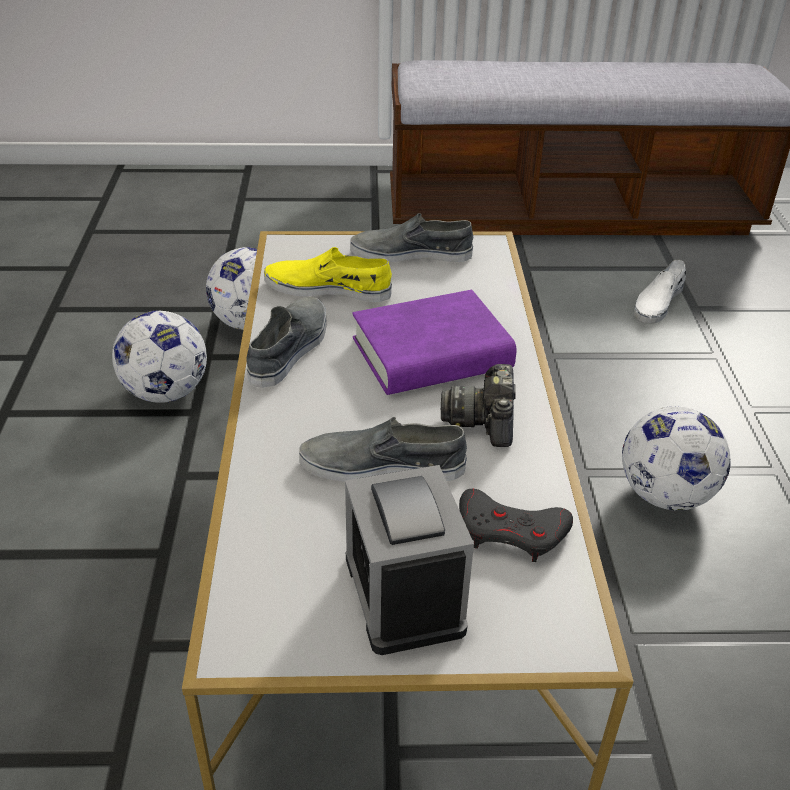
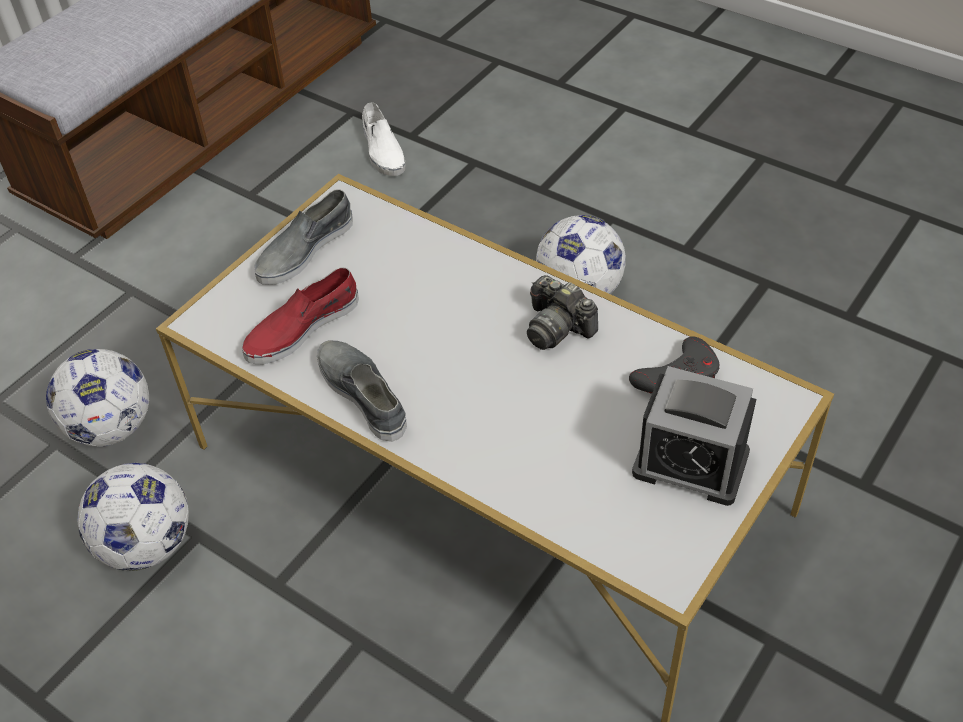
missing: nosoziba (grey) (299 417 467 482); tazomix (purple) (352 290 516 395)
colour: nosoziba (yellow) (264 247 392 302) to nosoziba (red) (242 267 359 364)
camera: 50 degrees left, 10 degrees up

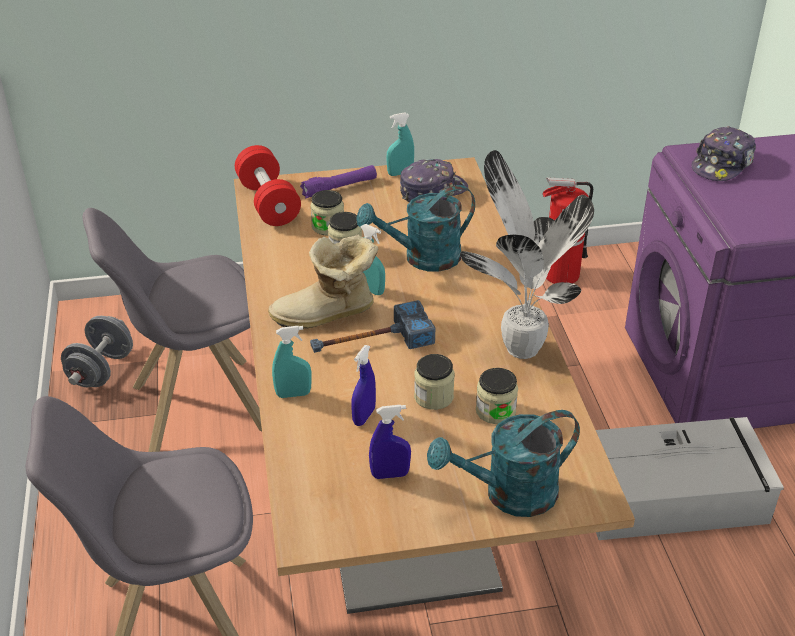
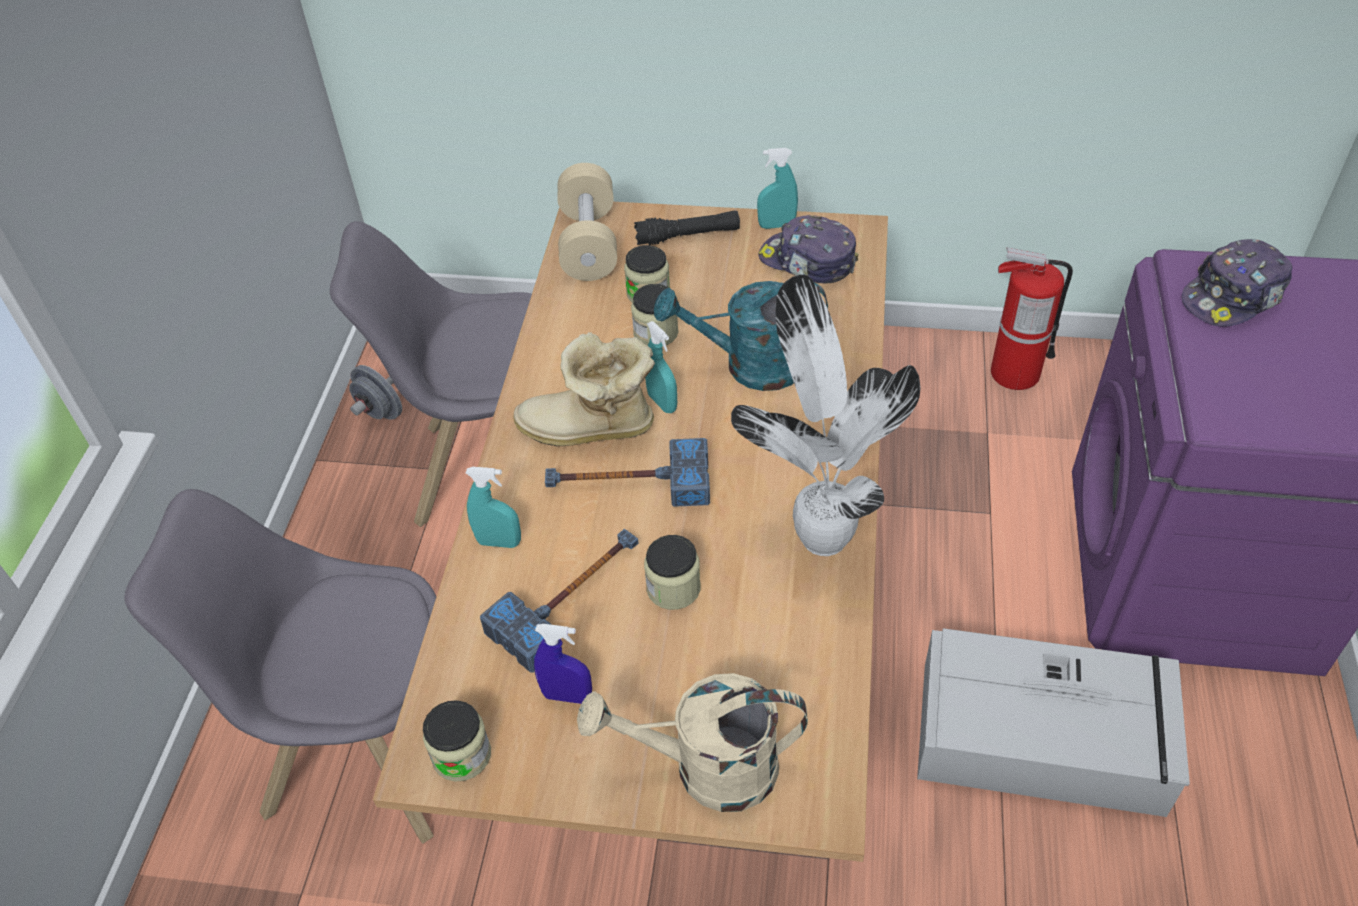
relocated: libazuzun (476 368 518 424) to (423 700 491 782)
exchanged: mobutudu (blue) (351 345 376 426) to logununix (480 529 638 673)
colour: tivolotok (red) (235 145 301 226) to tivolotok (beige) (557 163 617 281); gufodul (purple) (300 165 377 199) to gufodul (black) (634 211 740 245); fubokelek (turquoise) (427 410 580 517) to fubokelek (beige) (577 673 808 812)
spun: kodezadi (400 159 468 202) = (758 215 859 283) 135 degrees counterclockwise
camera: 20 degrees right, 10 degrees up

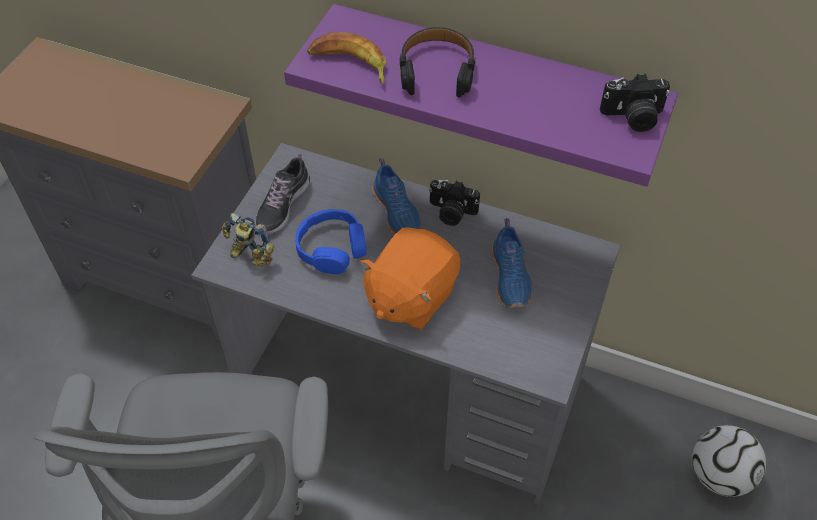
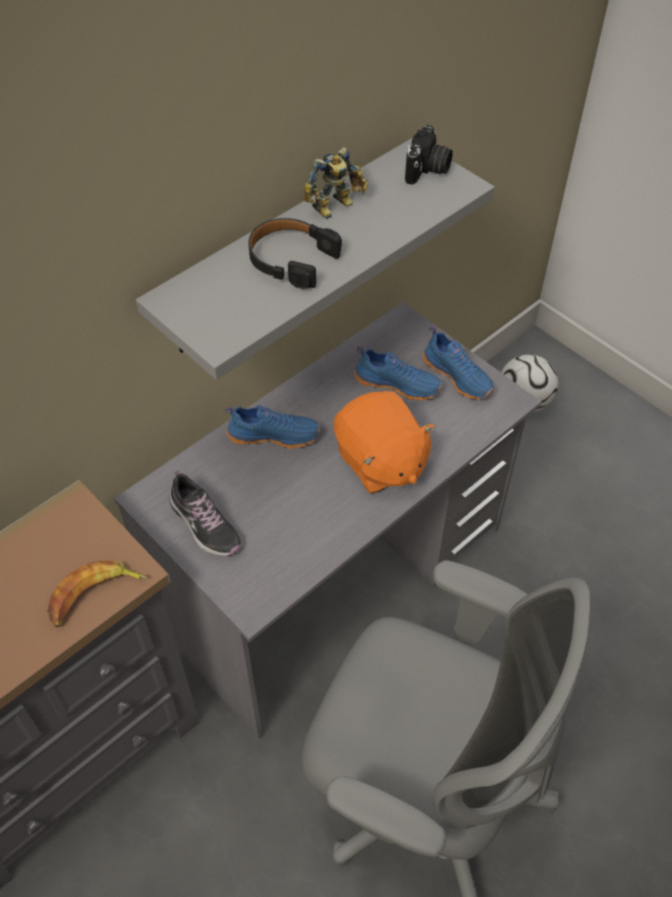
missing: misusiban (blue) (295 209 367 274); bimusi (429 180 480 226)
appeared: nosoziba (blue) (423 326 494 400)
relocated: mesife (222 213 274 267) to (303 147 368 219); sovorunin (307 32 386 85) to (47 561 148 627)
colour: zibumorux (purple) (284 4 678 187) to zibumorux (grey) (136 138 495 380)
camera: 65 degrees left, 0 degrees up

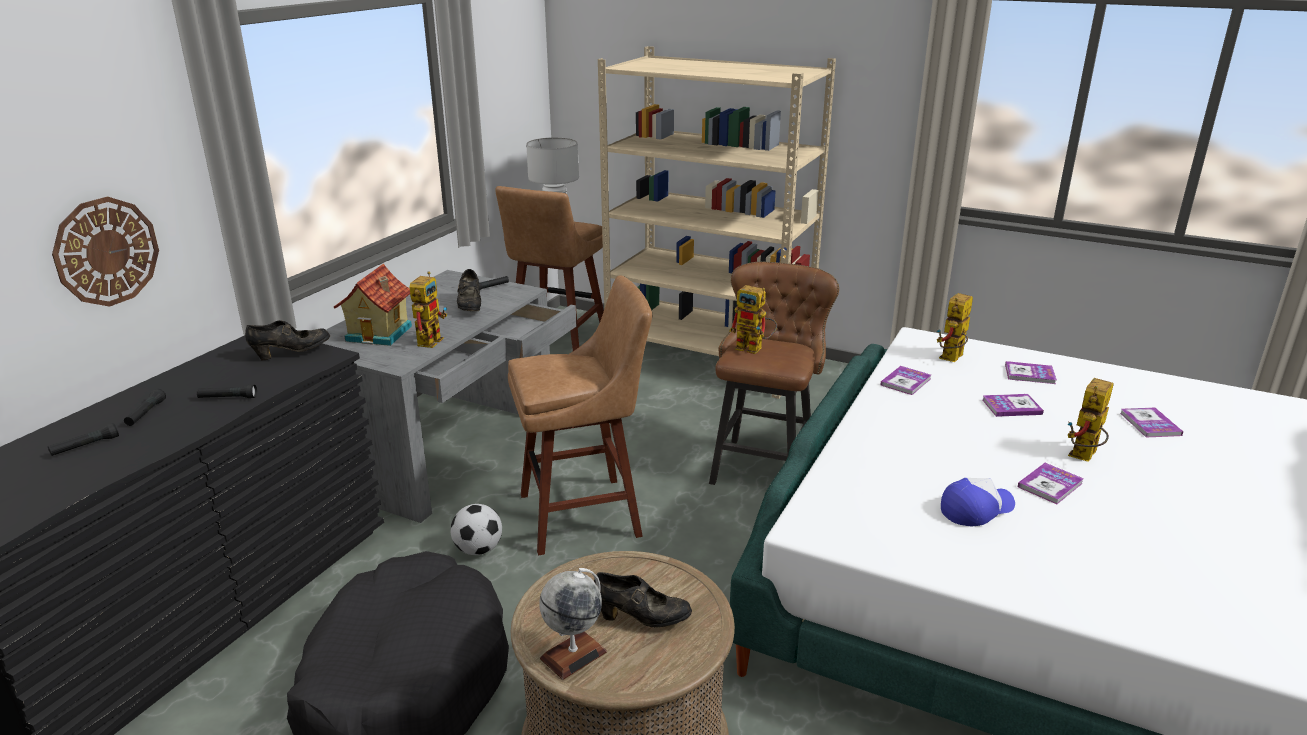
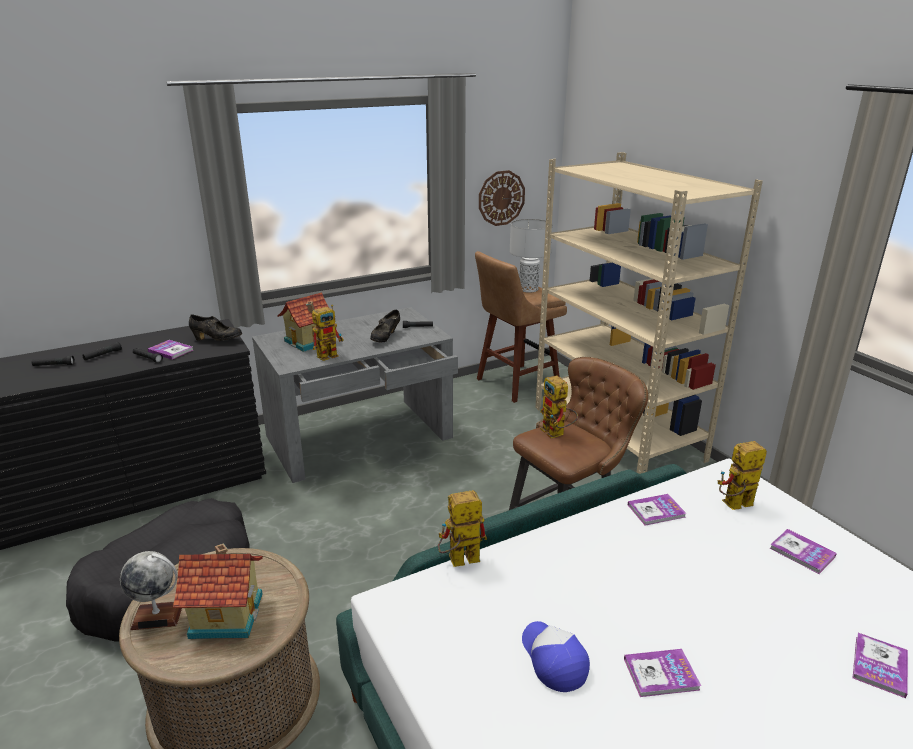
missing: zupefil (451 504 502 555); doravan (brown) (508 275 652 555)
relocated: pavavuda (52 197 159 307) to (479 170 525 226); tazomix (983 394 1044 417) to (148 340 193 360); mesife (1068 378 1113 462) to (438 490 487 567)
exchanged: nosoziba (black) (594 572 692 627) to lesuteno (173 543 263 639)
spun: kodezadi (941 478 1015 526) = (522 621 590 692) 120 degrees counterclockwise
camera: 35 degrees right, 0 degrees up

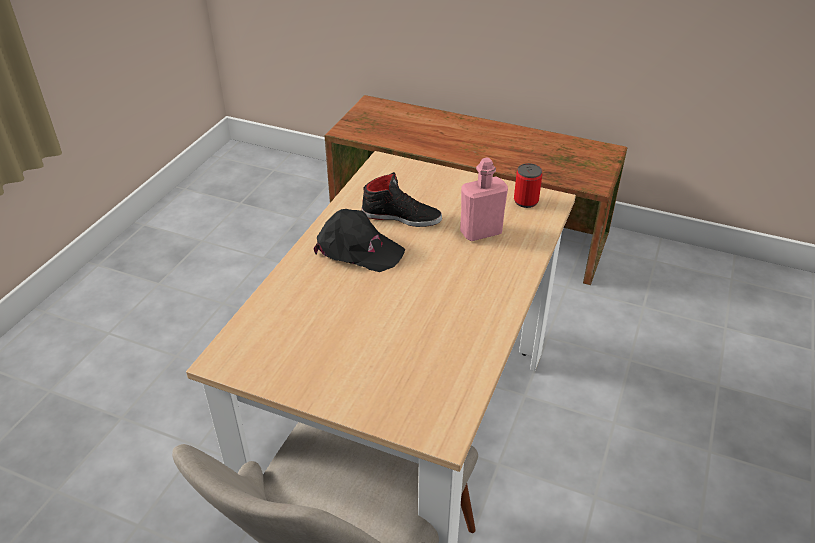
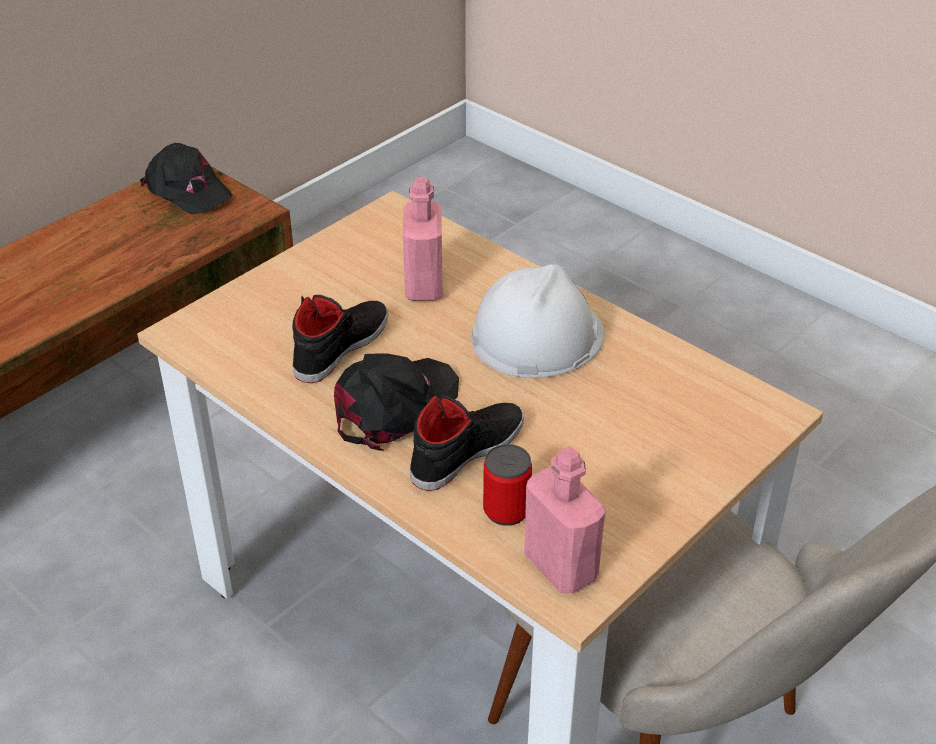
appeared: kodezadi (black) (140 143 233 215); nosoziba (black) (410 394 524 491); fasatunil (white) (472 264 605 378); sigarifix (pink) (524 446 606 593)
relocated: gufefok (514 163 542 208) to (483 444 532 526)
camera: 70 degrees left, 0 degrees up

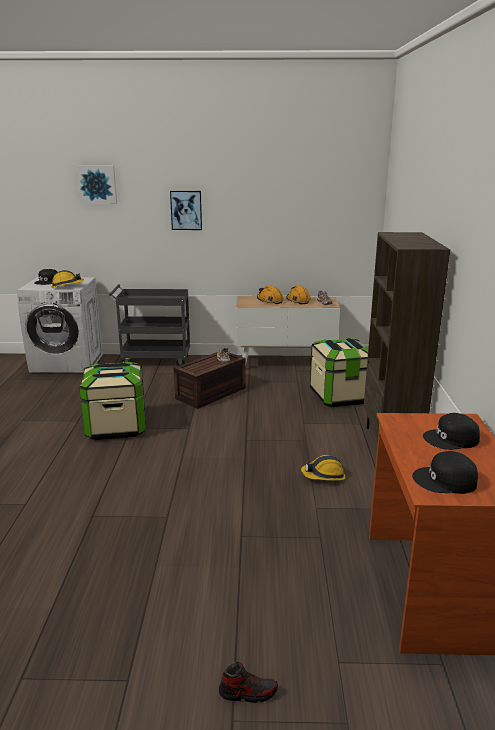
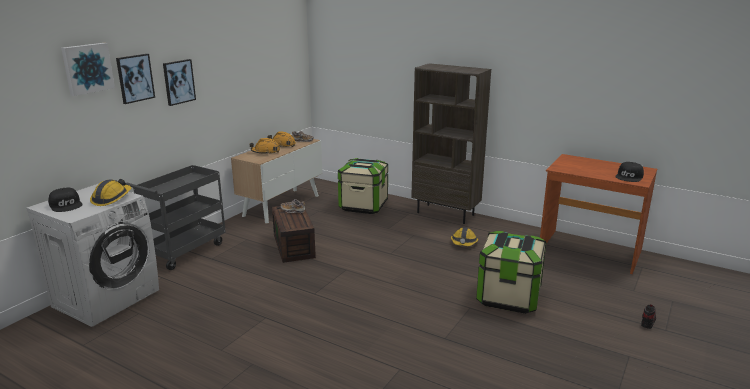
missing: kodezadi (black) (423 413 480 450)
appeared: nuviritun (116 54 155 104)
relocated: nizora (79 362 145 440) to (476 231 546 314)
camera: 60 degrees left, 0 degrees up

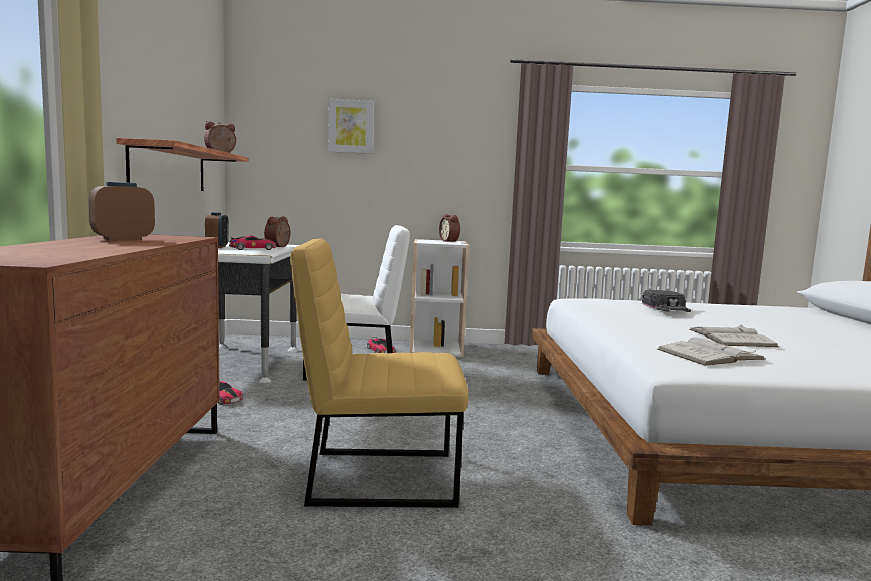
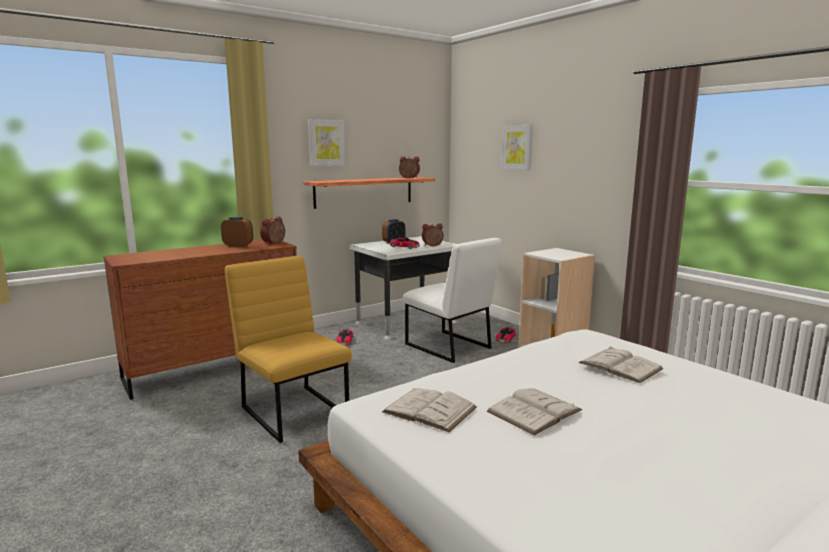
appeared: nuviritun (308 119 345 166)
relocated: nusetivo (439 214 460 242) to (260 216 285 245)
exchanged: kodezadi (black) (642 290 691 312) to tazomix (white) (578 347 664 383)
camera: 55 degrees right, 5 degrees up

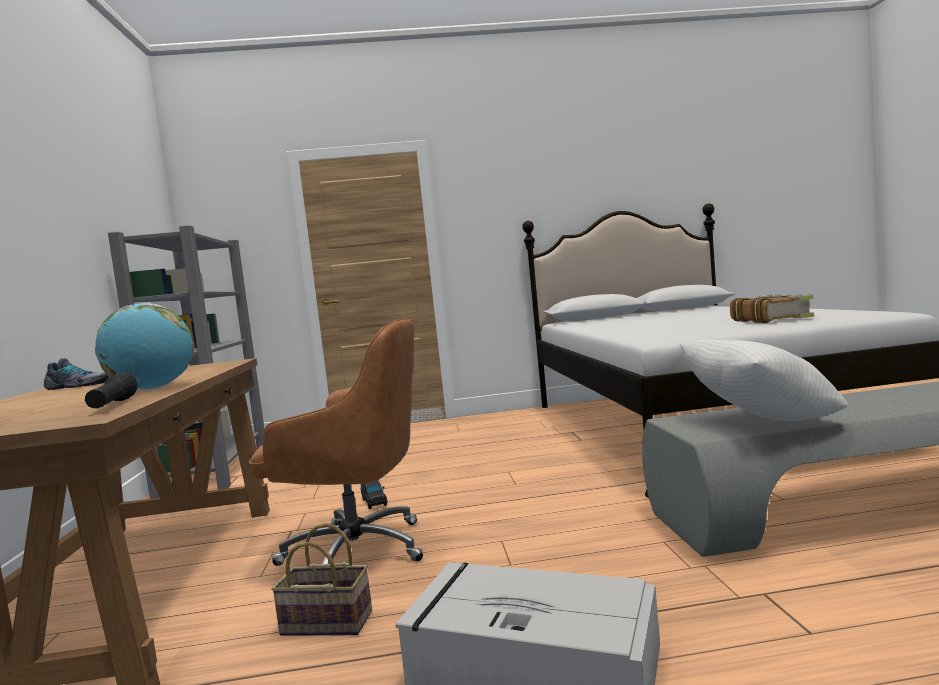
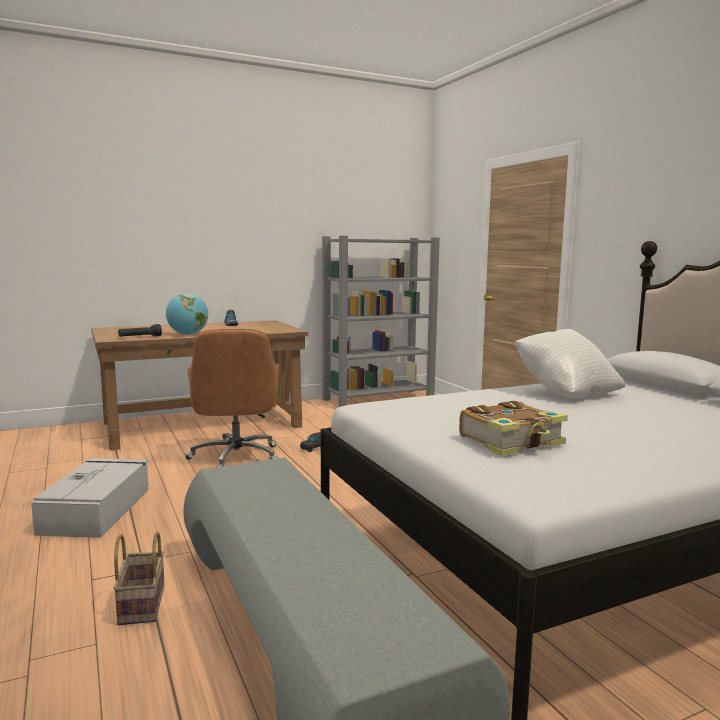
relocated: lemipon (271 523 372 636) to (113 531 165 625); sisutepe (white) (680 340 848 421) to (515 329 625 398)
camera: 70 degrees right, 5 degrees up

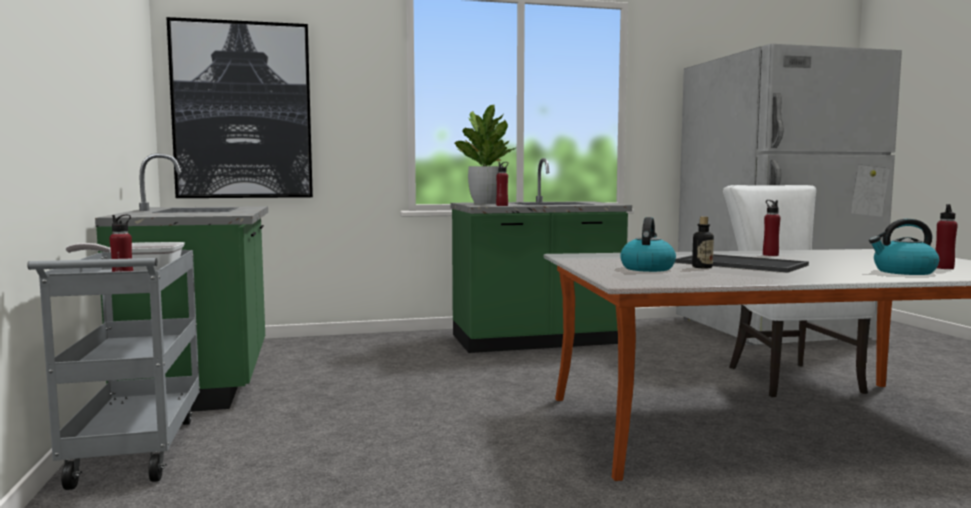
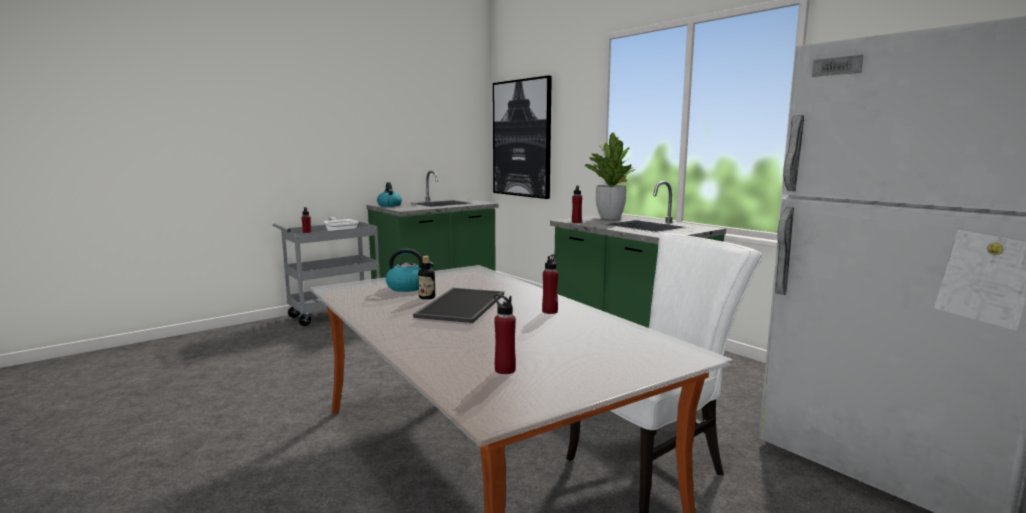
relocated: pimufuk (869 219 939 275) to (377 182 402 207)
camera: 65 degrees right, 5 degrees up

